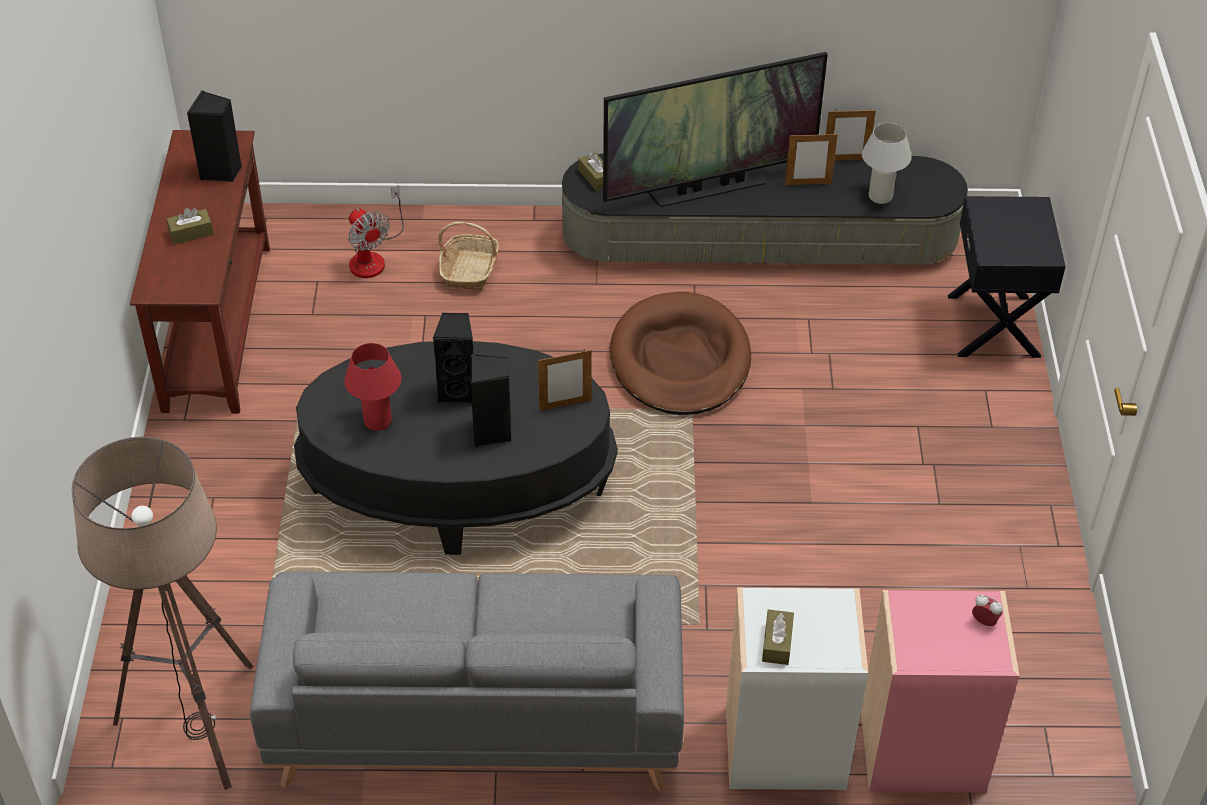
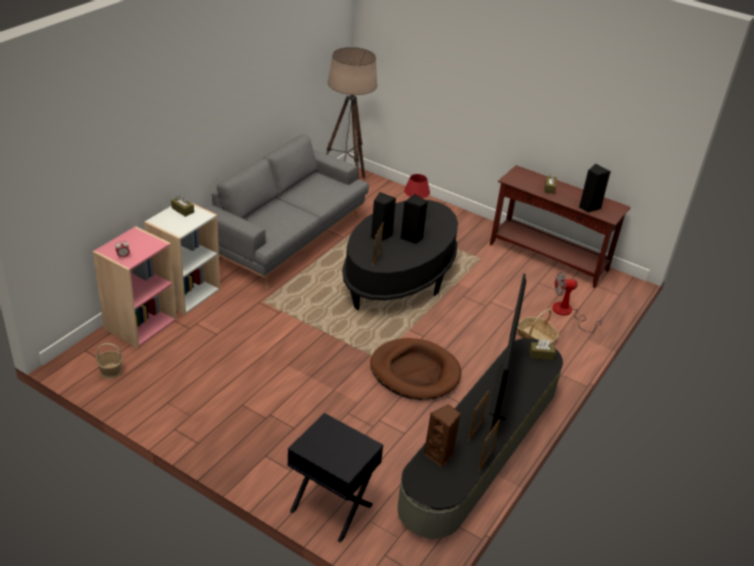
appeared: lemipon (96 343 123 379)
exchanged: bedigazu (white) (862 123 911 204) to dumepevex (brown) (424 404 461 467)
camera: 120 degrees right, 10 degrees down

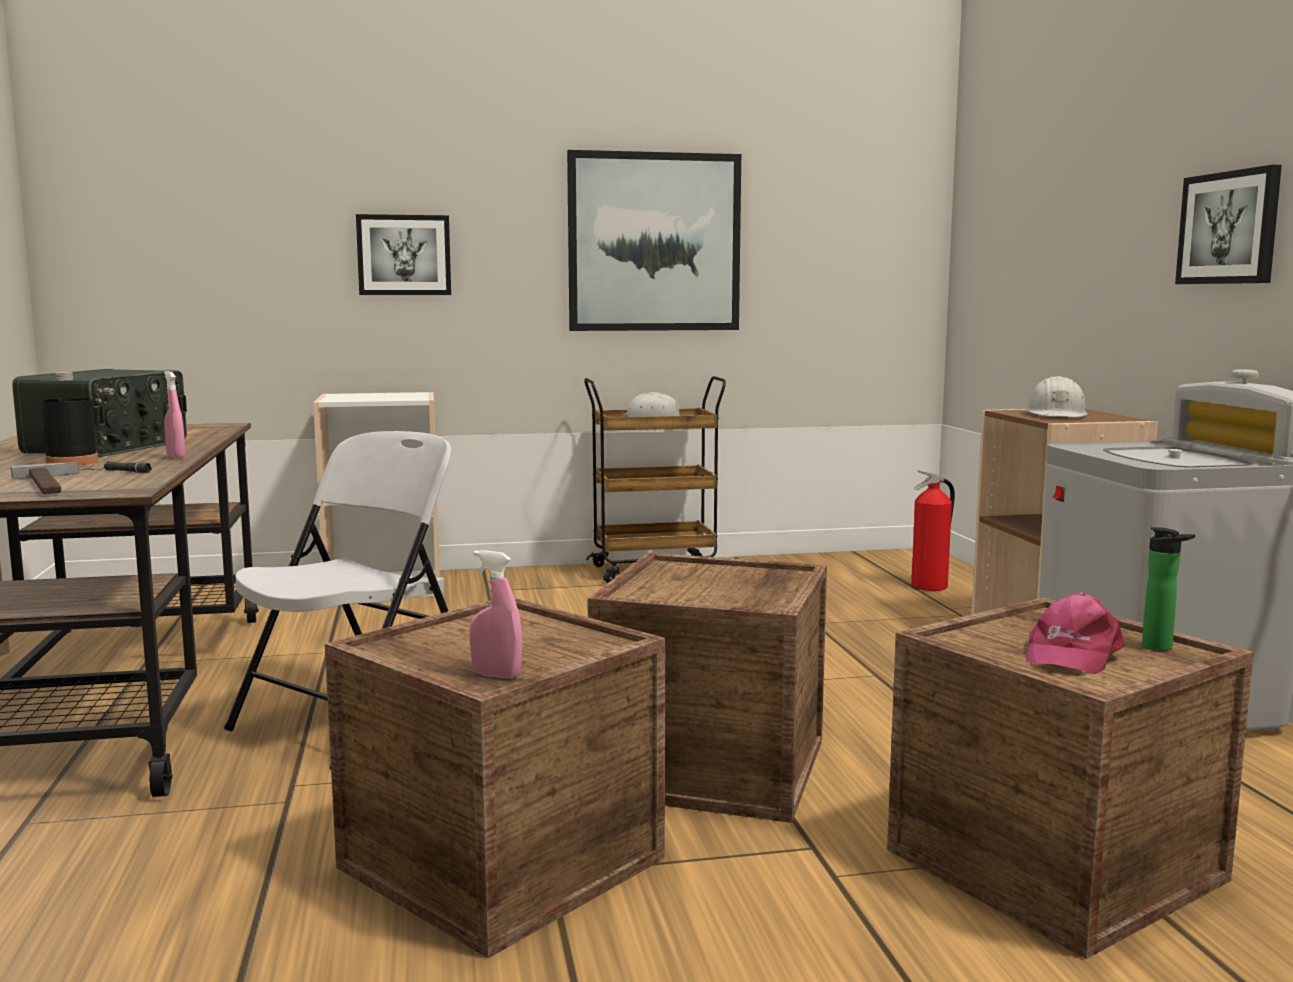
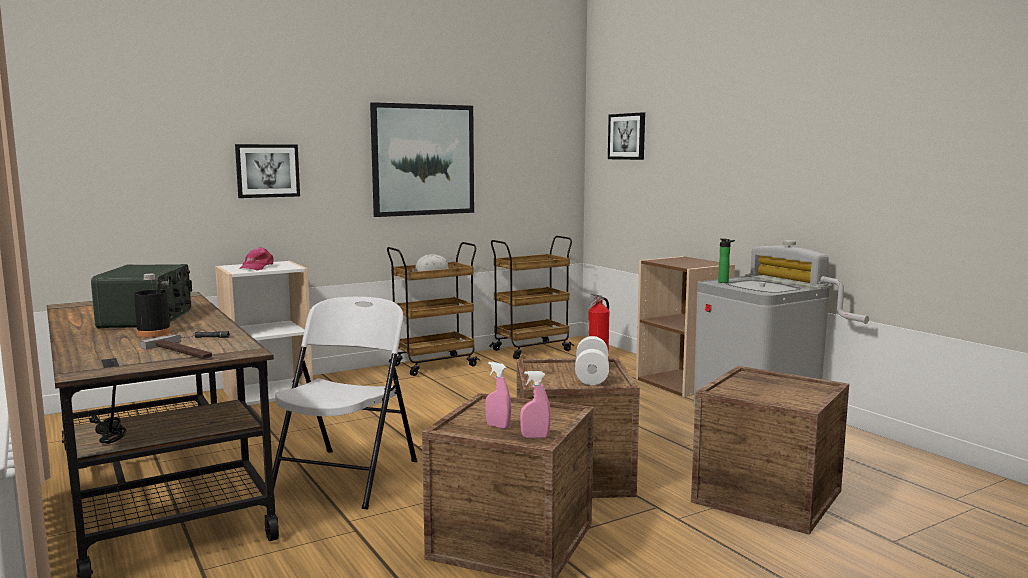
missing: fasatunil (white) (1026 376 1088 417)
appeared: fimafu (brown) (489 236 574 359); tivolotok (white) (575 336 609 385)
relocated: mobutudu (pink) (164 371 185 459) to (485 362 511 429); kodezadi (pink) (1026 592 1125 674) to (239 247 274 271); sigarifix (1142 527 1195 651) to (718 239 735 283); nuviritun (1175 165 1282 284) to (608 112 645 160)
camera: 20 degrees left, 0 degrees up

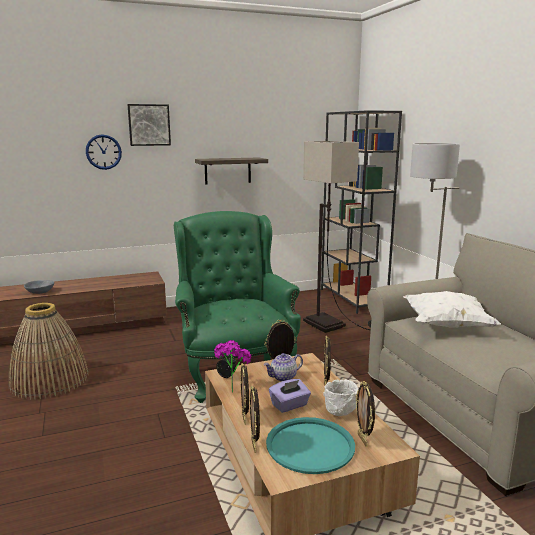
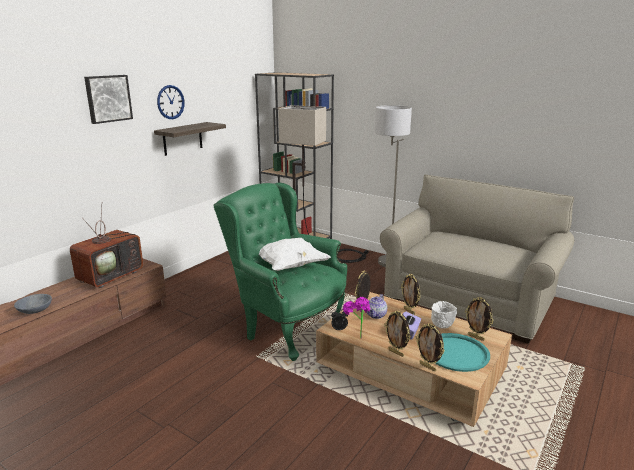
missing: lemipon (8 303 89 400)
appeared: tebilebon (70 207 143 288)
relocated: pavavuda (86 134 122 170) to (157 85 185 119); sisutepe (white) (403 291 501 328) to (258 238 331 271)
camera: 35 degrees left, 5 degrees up

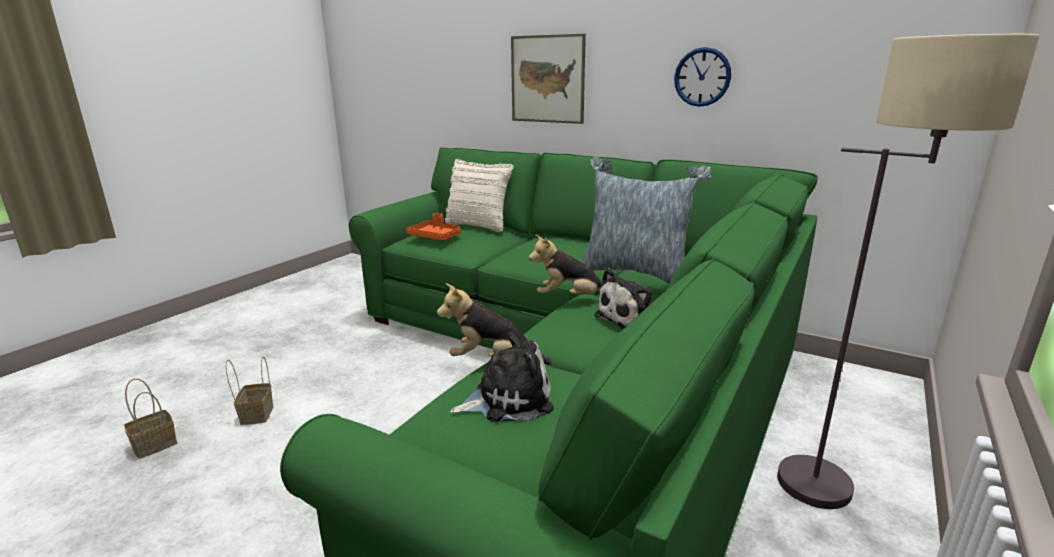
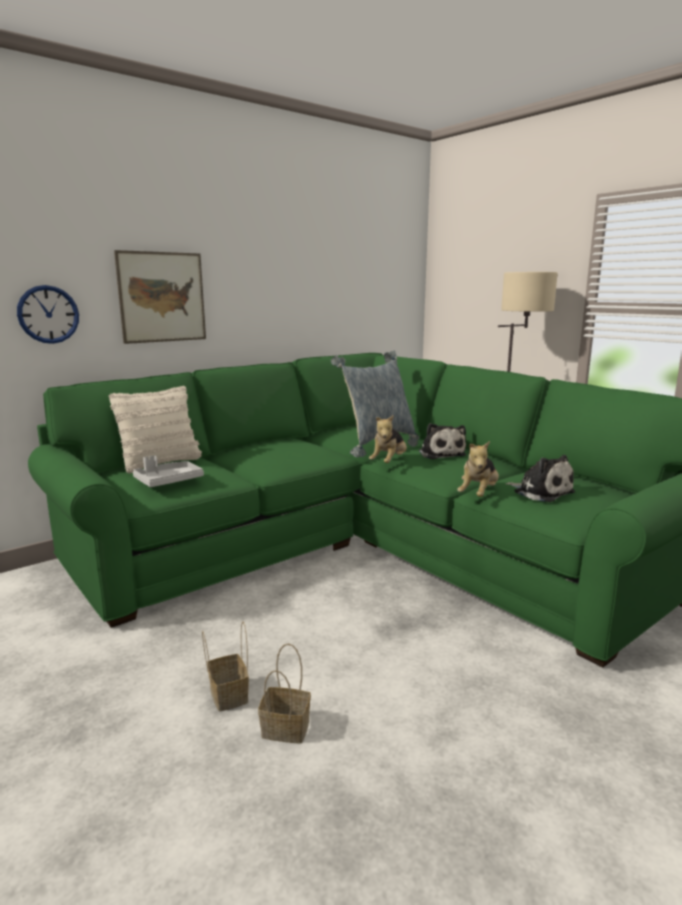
relocated: lemipon (124 379 177 459) to (202 621 249 712); pavavuda (674 47 731 107) to (17 285 79 344)
colour: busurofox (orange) (406 213 461 240) to busurofox (grey) (133 455 204 487)
spun: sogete (450 332 554 422) = (505 455 575 502) 135 degrees clockwise
camera: 70 degrees left, 5 degrees down

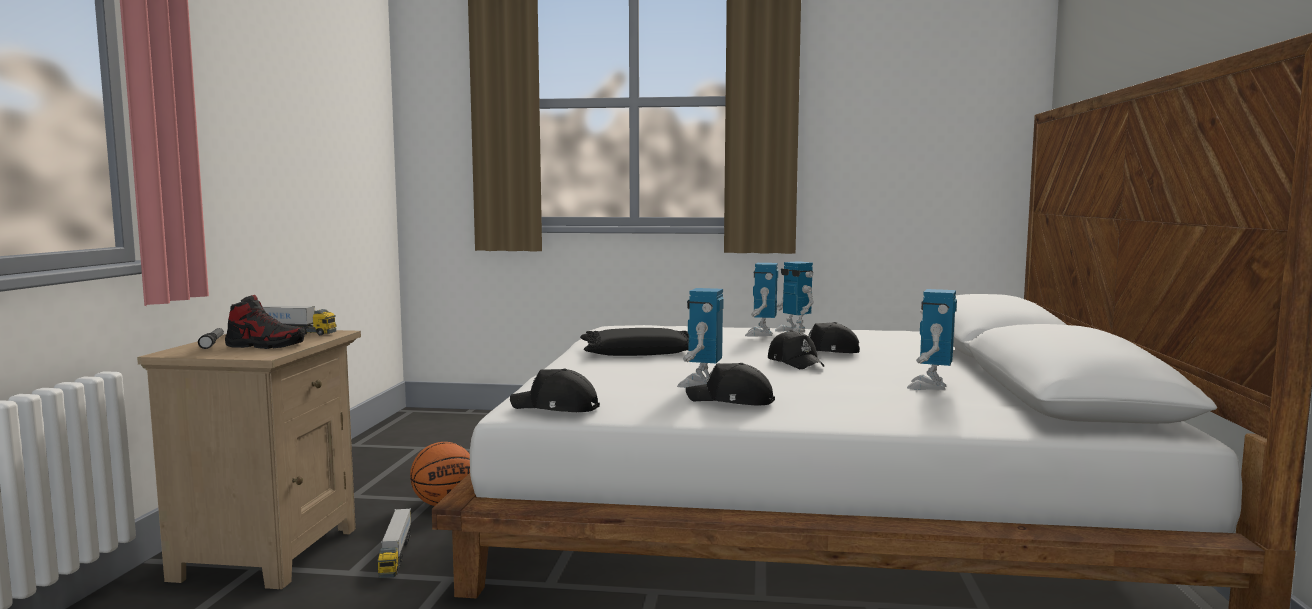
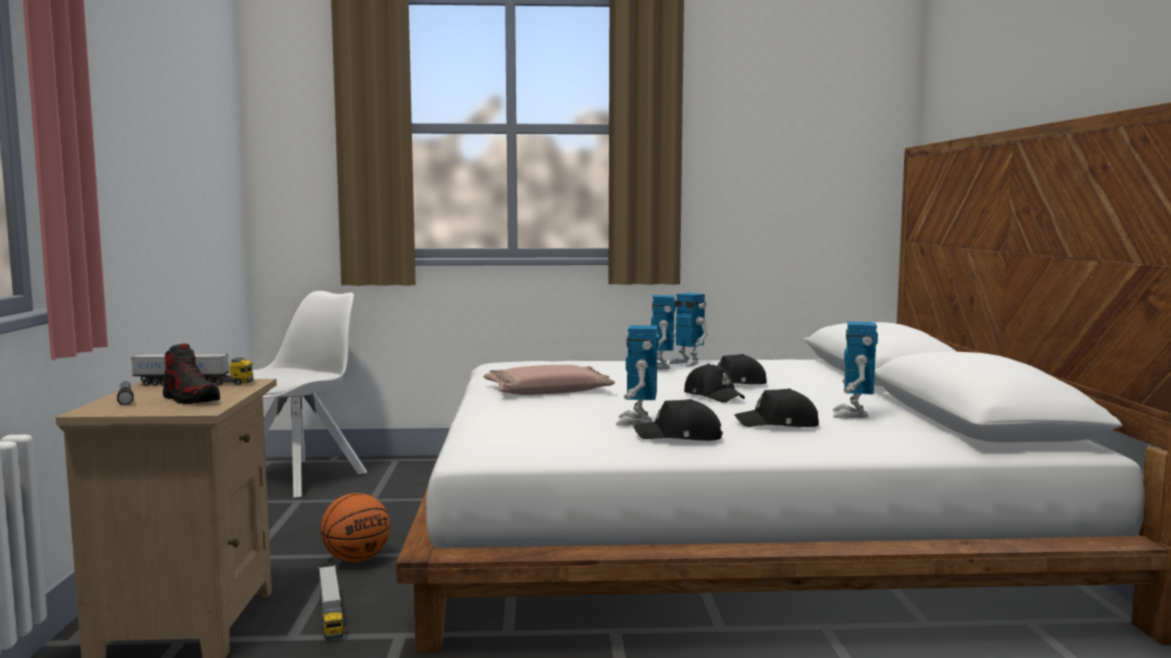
appeared: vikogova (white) (252 291 367 498)
relocated: kodezadi (black) (510 369 600 412) to (734 388 819 427)
colour: sisutepe (black) (580 328 689 356) to sisutepe (beige) (483 365 615 395)
spun: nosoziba (225 295 305 349) = (163 343 220 404) 45 degrees clockwise
camera: 10 degrees left, 0 degrees up

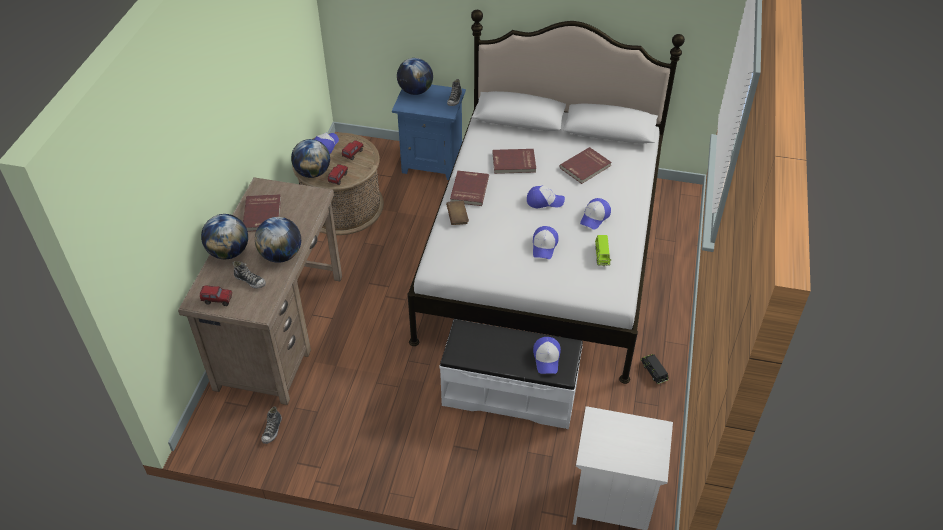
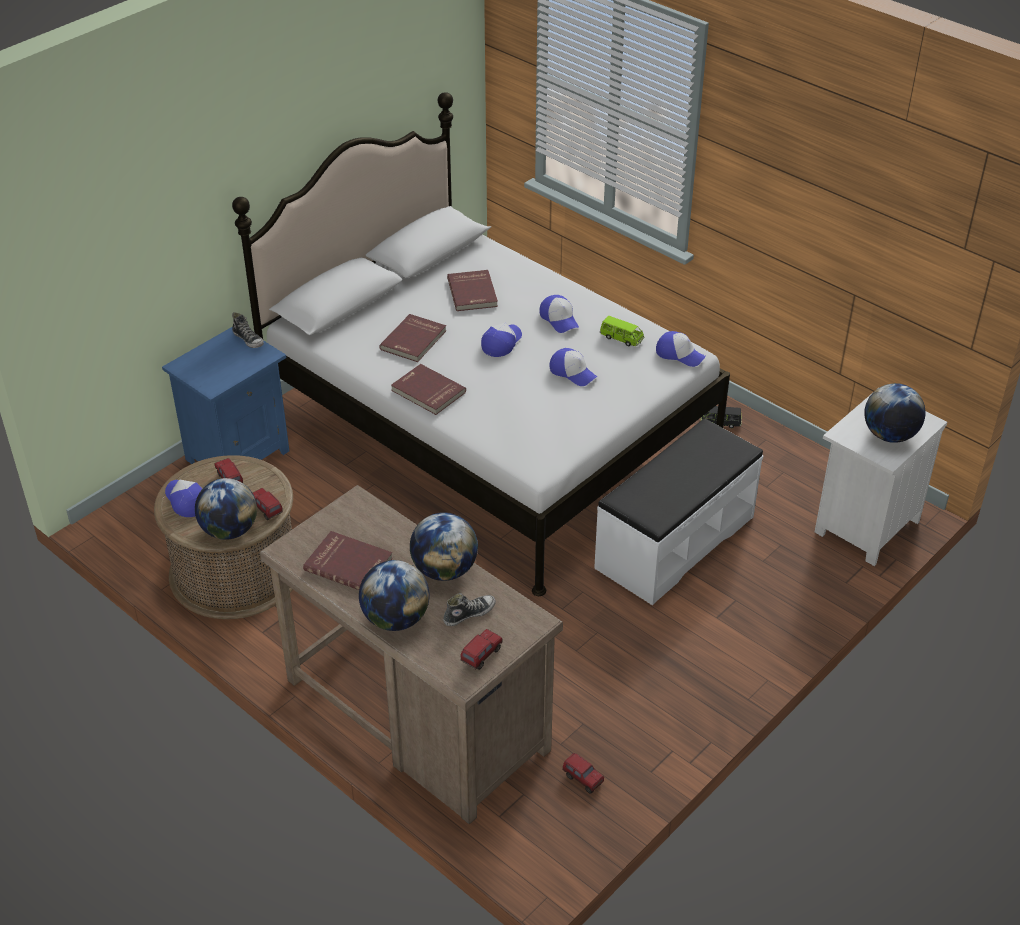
missing: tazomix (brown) (446 201 469 225)
relocated: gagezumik (397 58 433 95) to (864 383 926 443); kodezadi (533 337 561 374) to (656 331 706 367)
exchanged: nosoziba (261 406 282 444) to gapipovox (562 753 604 794)
camera: 60 degrees left, 5 degrees down

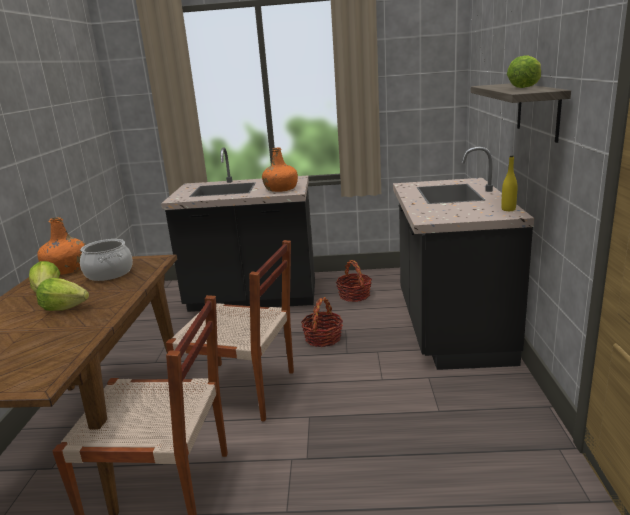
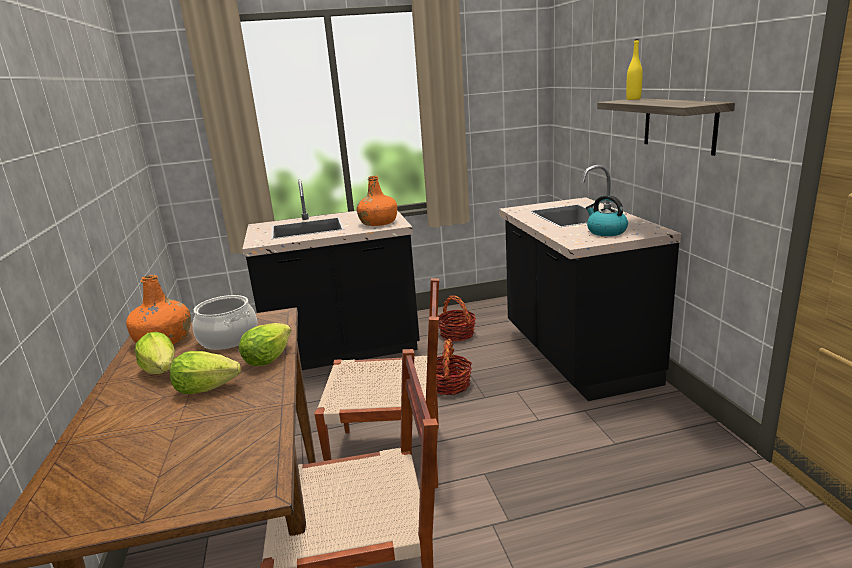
appeared: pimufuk (586 195 628 236)
relocated: sigarifix (yellow) (501 156 518 211) to (626 39 643 100); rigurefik (507 55 541 88) to (239 323 291 366)
camera: 15 degrees left, 0 degrees up

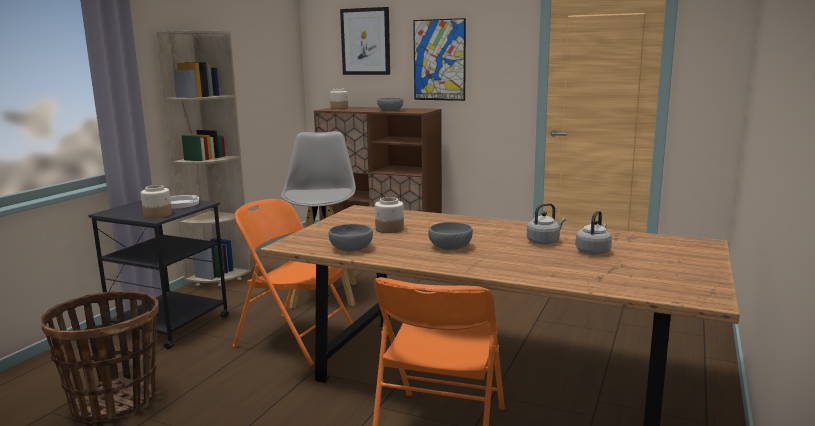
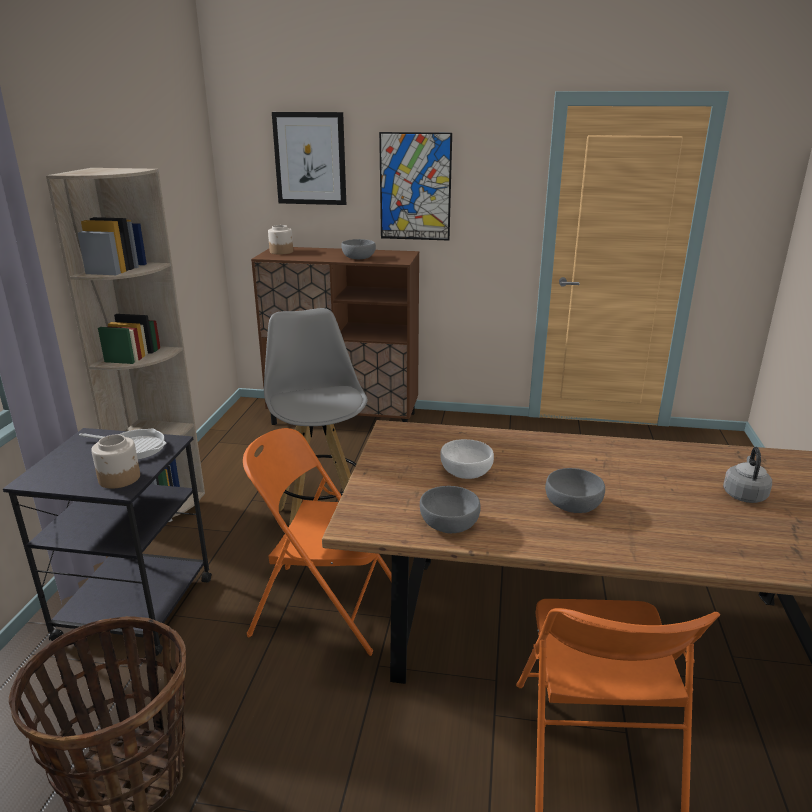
missing: pimufuk (grey) (527 203 566 245)
exchanged: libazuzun (375 197 404 233) to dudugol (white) (440 439 494 479)
camera: 15 degrees left, 10 degrees up

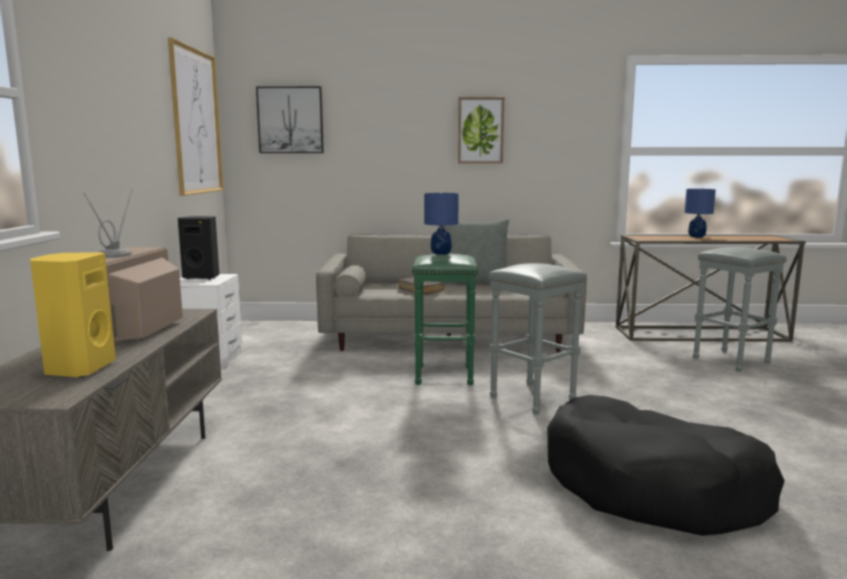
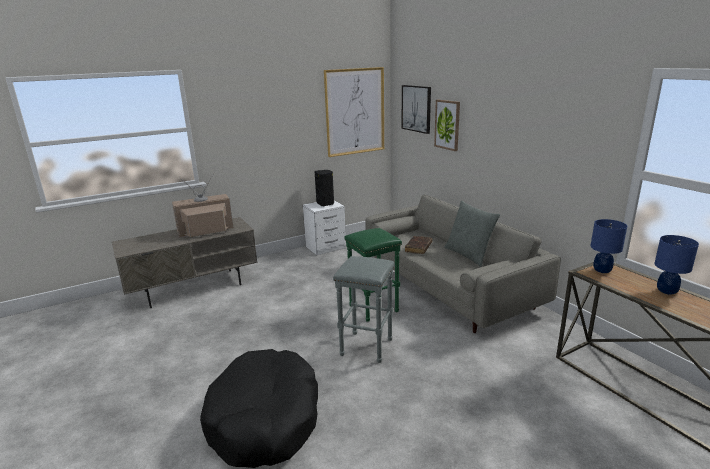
missing: dumepevex (yellow) (30 252 116 378); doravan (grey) (693 247 787 372)
relocated: bedigazu (blue) (424 193 459 255) to (591 219 627 273); nuviritun (458 97 504 164) to (434 100 460 151)
camera: 60 degrees right, 10 degrees up

